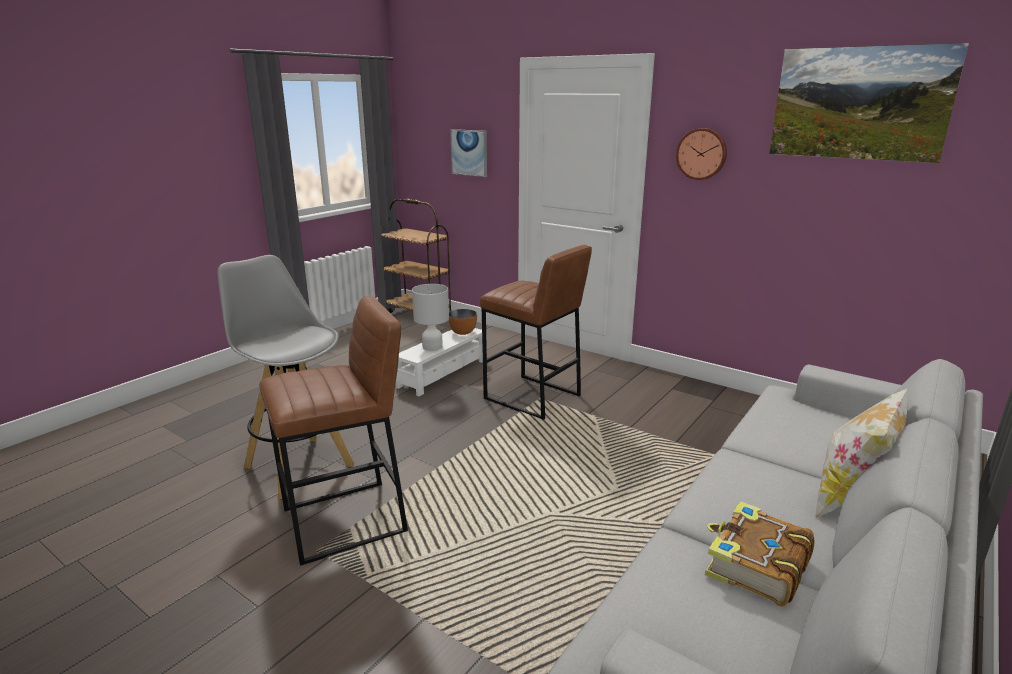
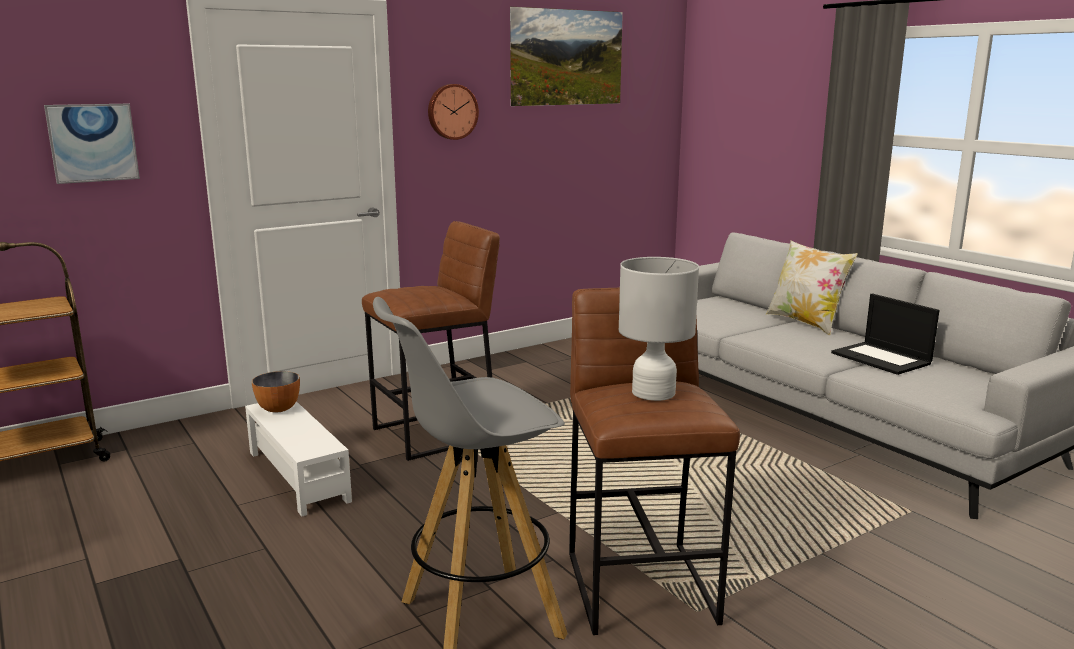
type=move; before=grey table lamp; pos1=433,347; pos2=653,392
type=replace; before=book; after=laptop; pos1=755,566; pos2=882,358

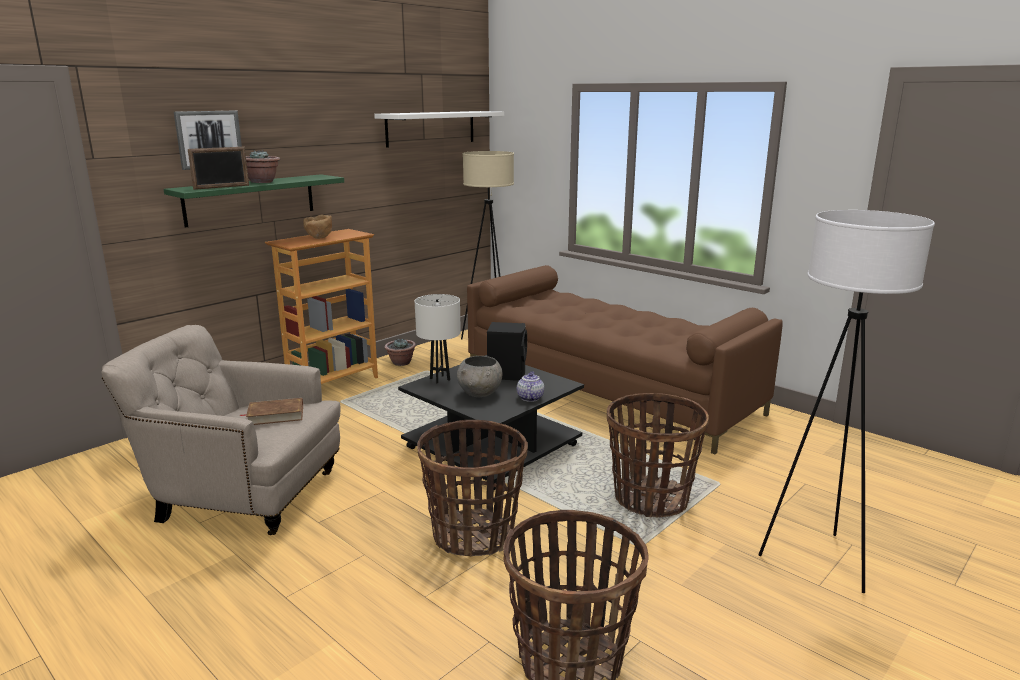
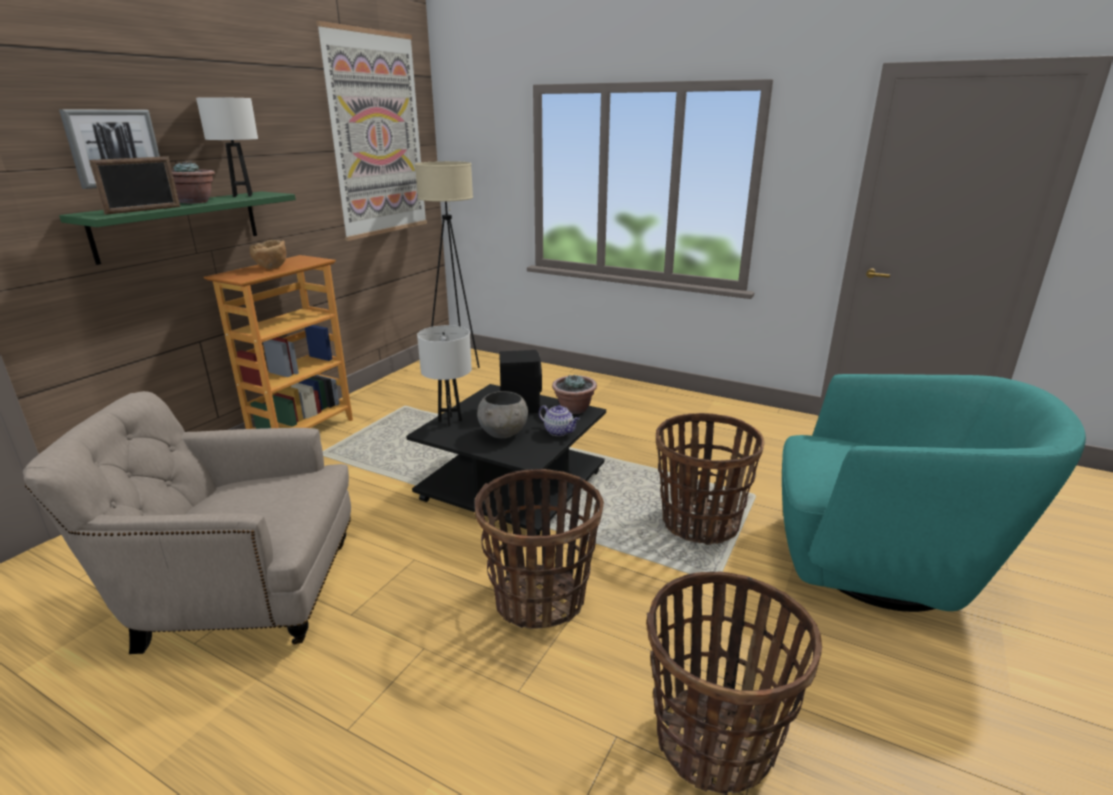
type=delete; before=brown book; pos1=275,415
type=delete; before=brown sofa; pos1=608,389
type=insert; after=white table lamp; pos2=242,195
type=move; before=potted plant; pos1=401,363; pos2=574,409
type=replace; before=white shelf; after=picture; pos1=431,128; pos2=377,136
type=replace; before=white floor lamp; after=turquoise armchair; pos1=816,559; pos2=882,564
type=rotate; before=teapot; pos1=530,397; pos2=559,432; turn=135

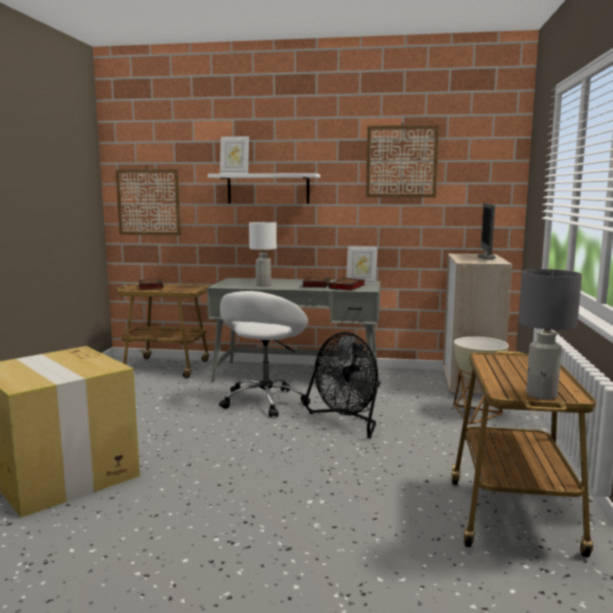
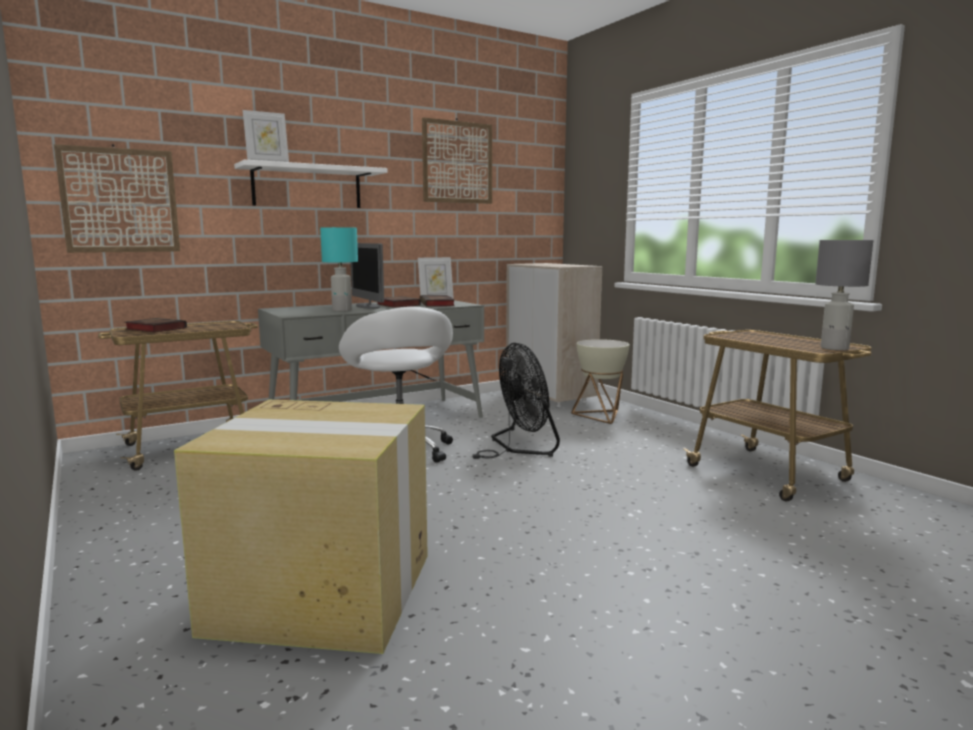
type=move; before=monitor; pos1=486,257; pos2=368,306
type=recolor; before=white table lamp; after=turquoise table lamp; pos1=263,285; pos2=342,310
type=rotate; before=black fan; pos1=348,420; pos2=514,445; turn=-120

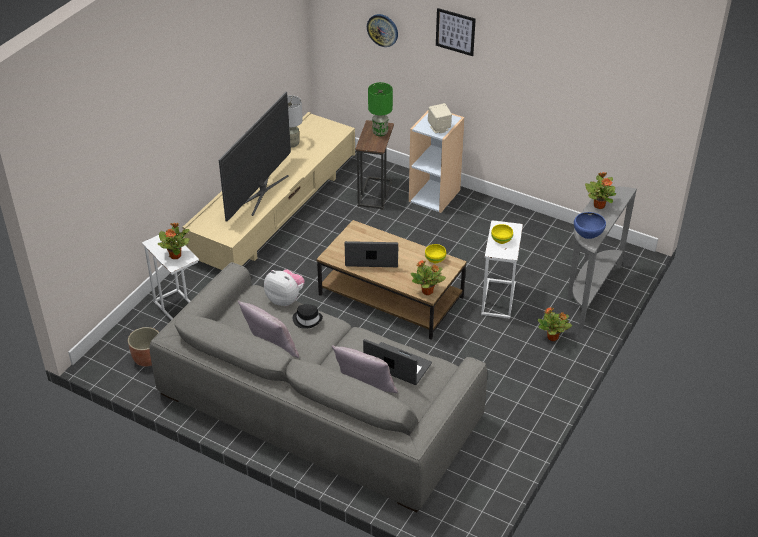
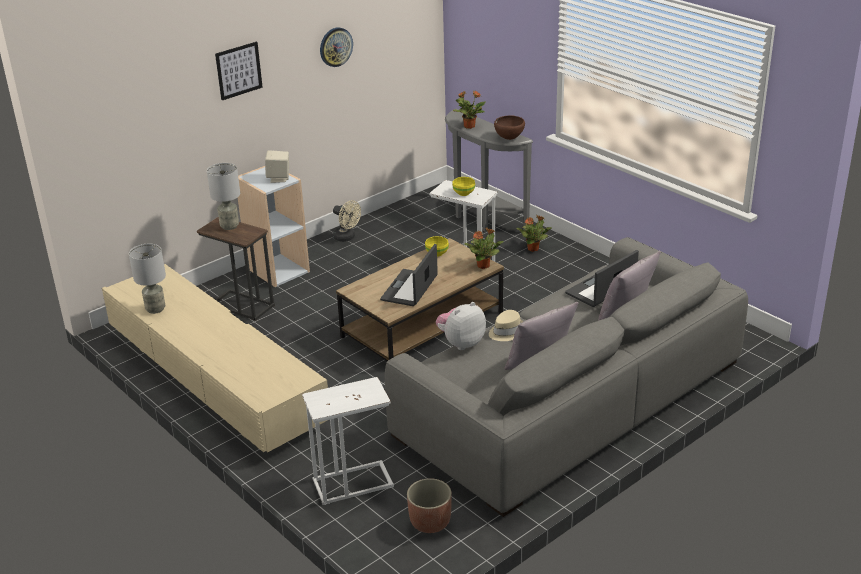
type=delete; before=potted plant; pos1=175,255
type=delete; before=television; pos1=260,192
type=insert; after=beige fan; pos2=347,238
type=move; before=wall clock; pos1=382,30; pos2=335,47
type=recolor; before=black hat; after=beige hat; pos1=307,319; pos2=506,331
type=recolor; before=green table lamp; after=grey table lamp; pos1=380,132; pos2=229,226
type=recolor; before=blue bowl; after=brown bowl; pos1=588,236; pos2=509,138

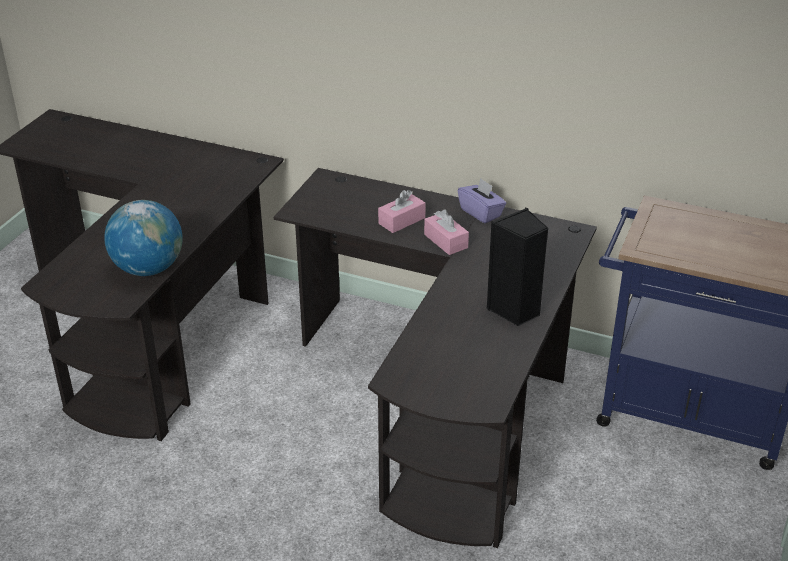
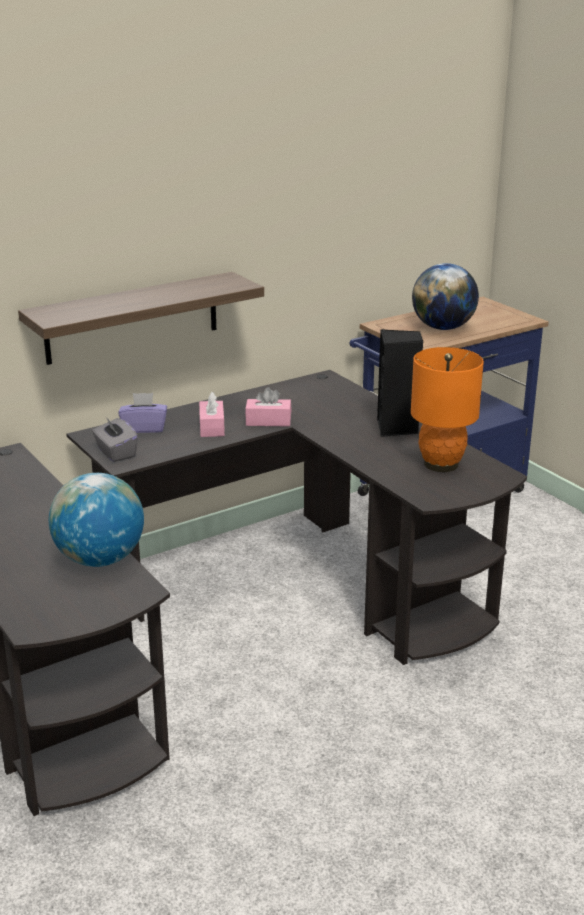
type=insert; after=shelf; pos2=132,318
type=insert; after=grey tissue box; pos2=116,453
type=insert; after=orange table lamp; pos2=441,464
type=insert; after=globe; pos2=443,328
type=move; before=purple tissue box; pos1=481,213; pos2=144,428

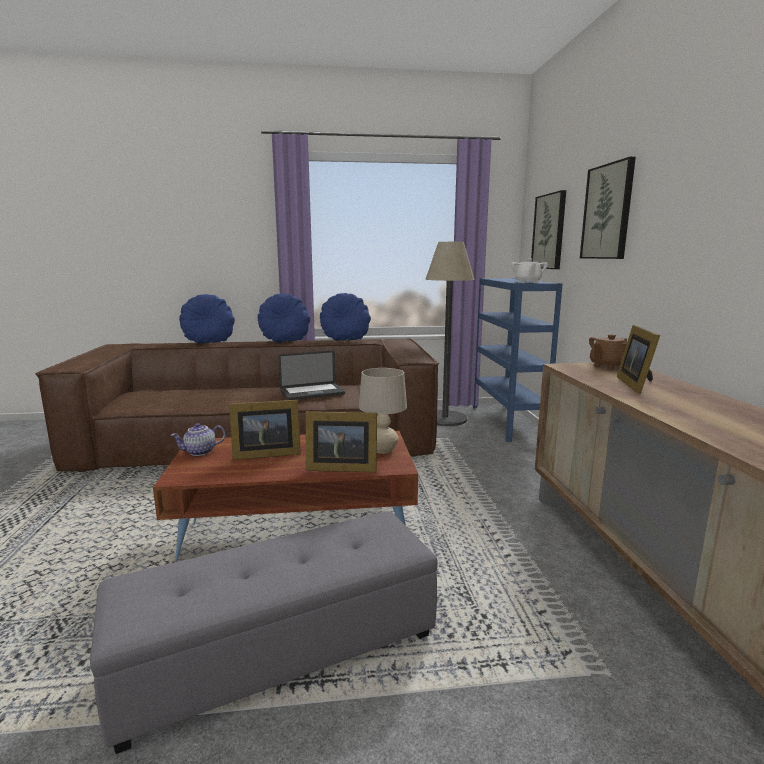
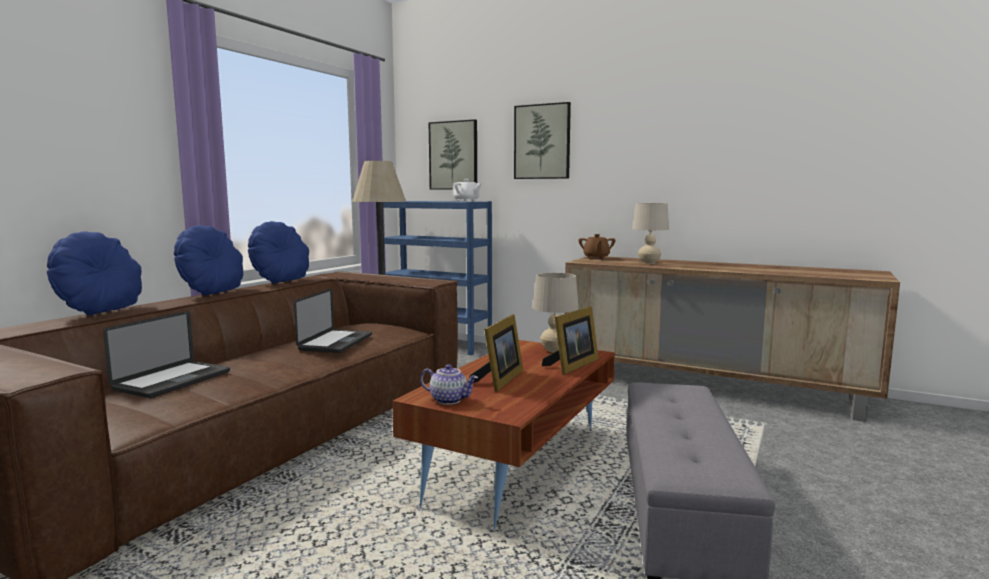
type=insert; after=laptop; pos2=173,381
type=replace; before=picture frame; after=beige table lamp; pos1=636,385; pos2=649,263
type=rotate; before=teapot; pos1=200,452; pos2=449,400; turn=-75

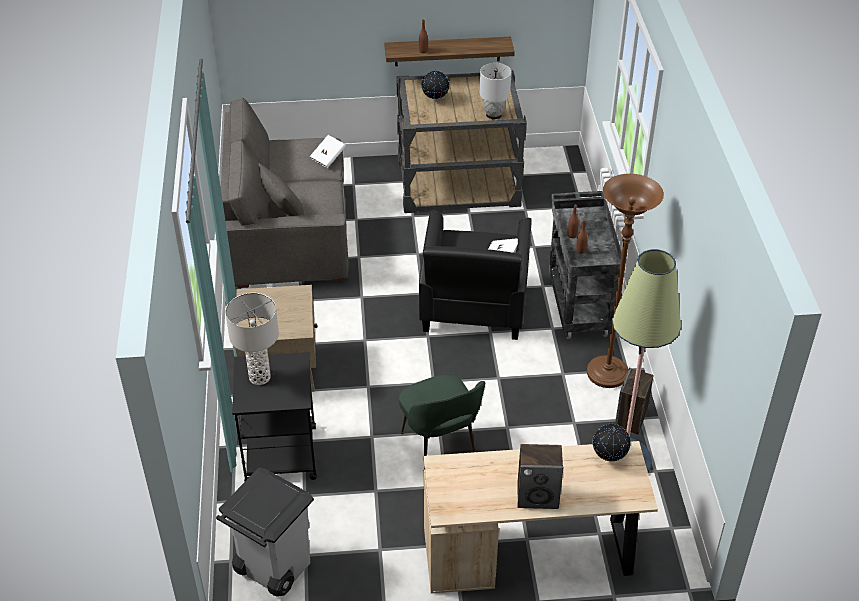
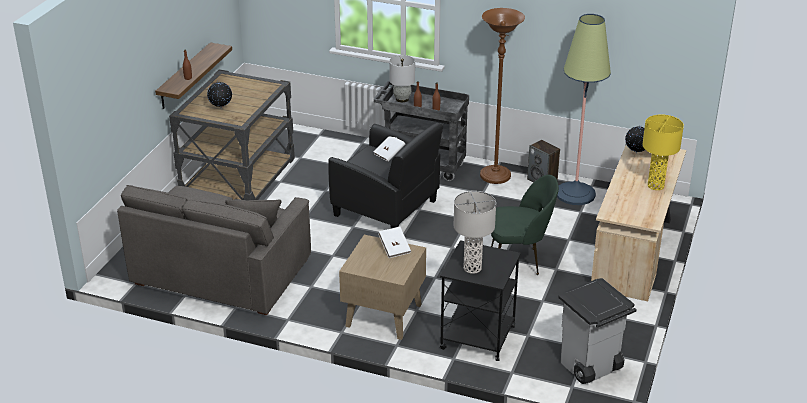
type=move; before=white book; pos1=328,158; pos2=394,248
type=move; before=white table lamp; pos1=494,114; pos2=402,99
type=replace; before=speaker; after=yellow table lamp; pos1=538,496; pos2=655,185

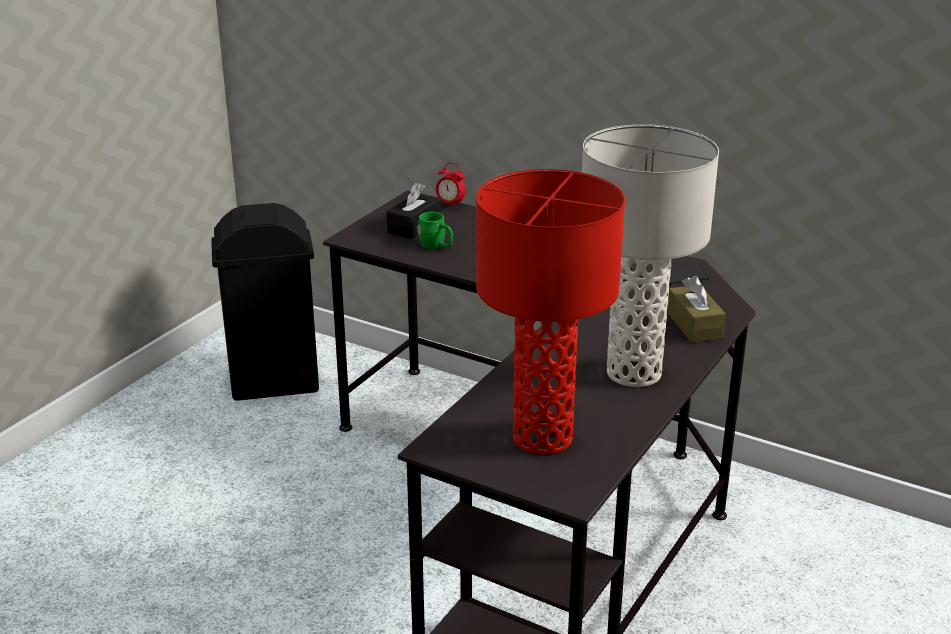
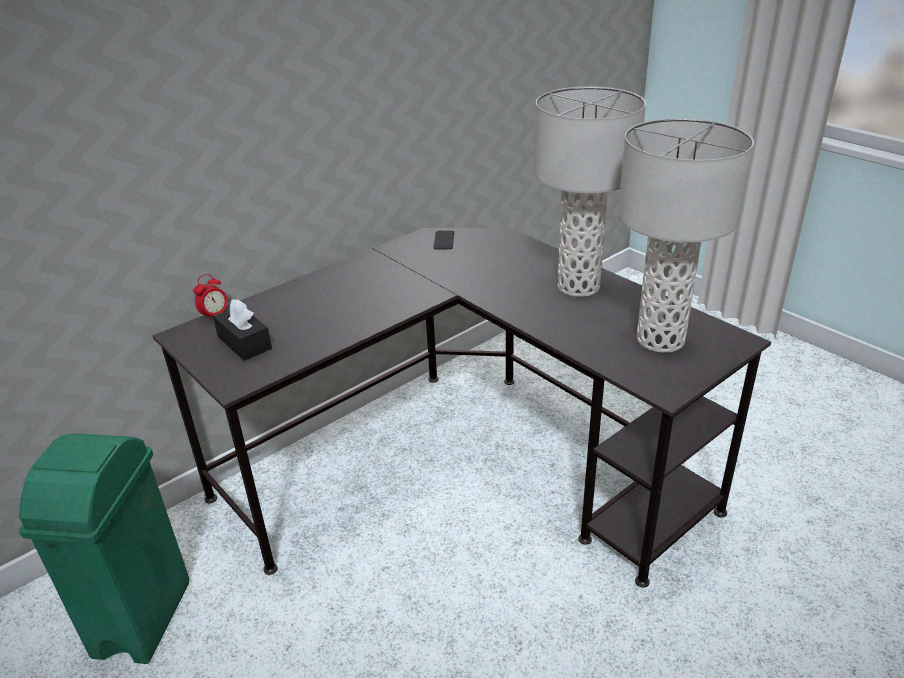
type=delete; before=green mug; pos1=436,246
type=delete; before=brown tissue box; pos1=694,325
type=recolor; before=black trash can; after=green trash can; pos1=273,384; pos2=141,619
type=recolor; before=red table lamp; after=white table lamp; pos1=543,438; pos2=661,339

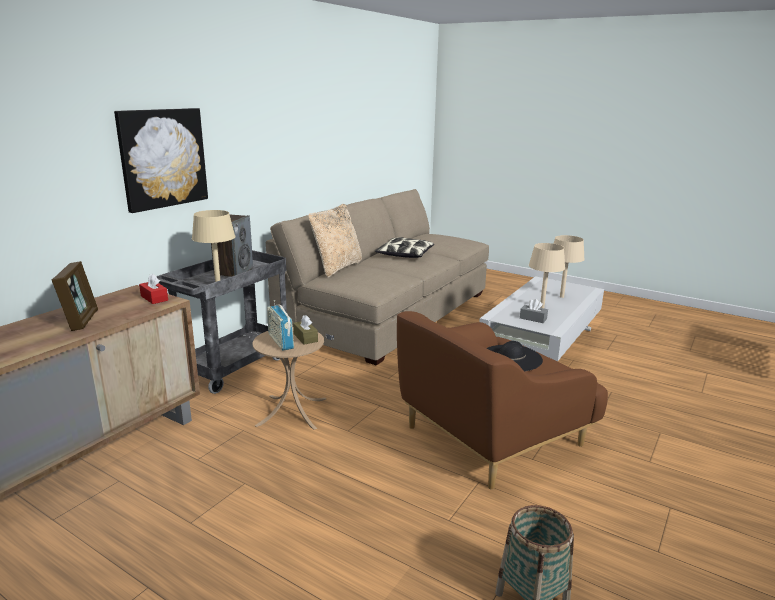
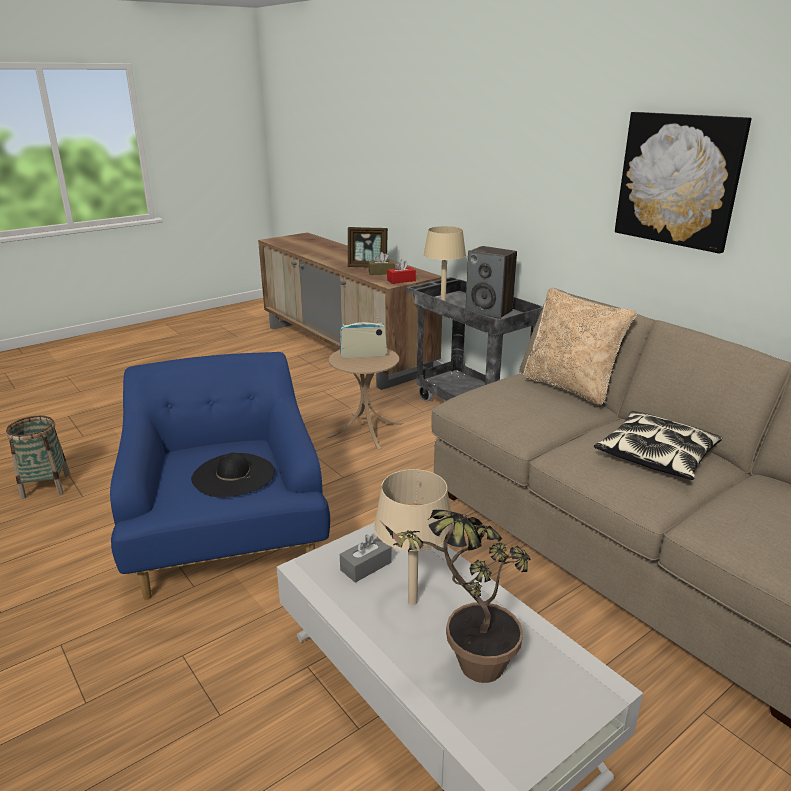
type=move; before=picture; pos1=163,158; pos2=678,180
type=move; before=brown tissue box; pos1=305,338; pos2=381,272
type=replace; before=beige table lamp; after=potted plant; pos1=561,297; pos2=464,666
type=recolor; before=brown armchair; after=blue armchair; pos1=492,435; pos2=227,534

